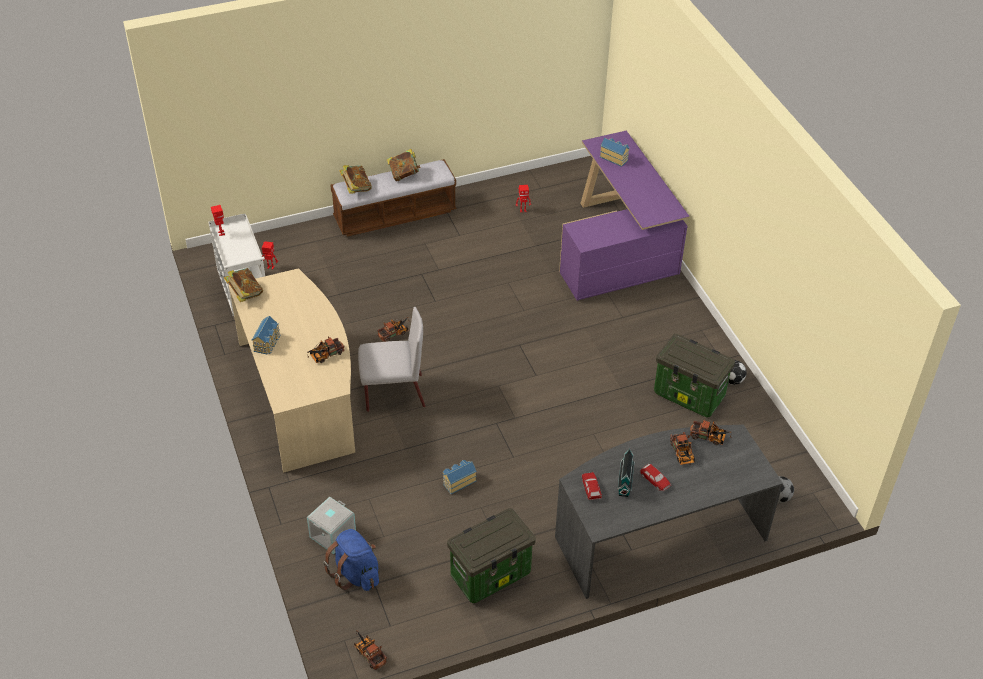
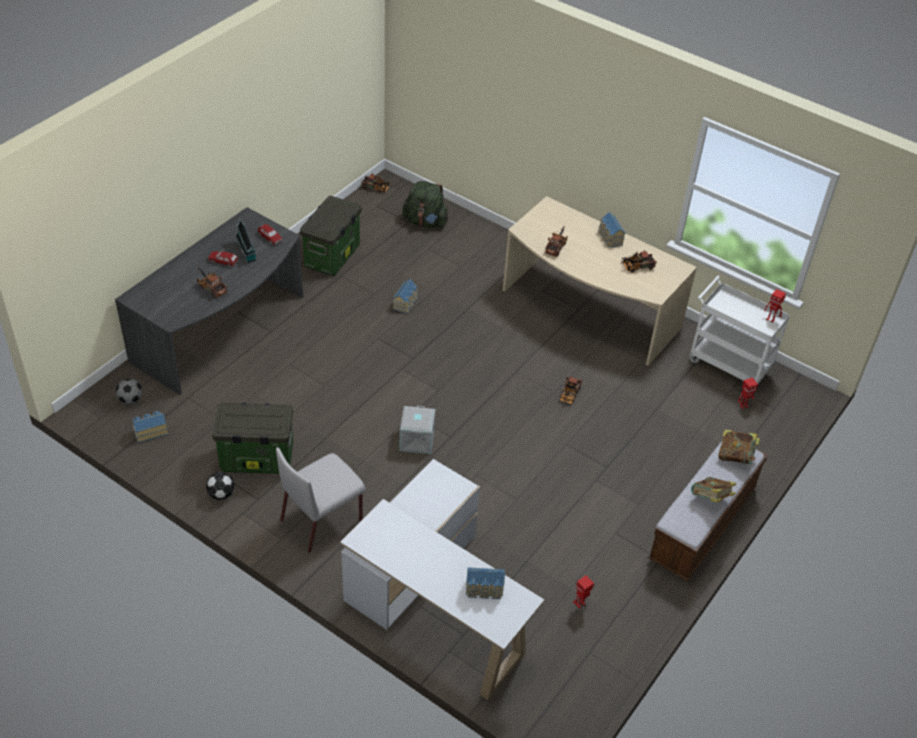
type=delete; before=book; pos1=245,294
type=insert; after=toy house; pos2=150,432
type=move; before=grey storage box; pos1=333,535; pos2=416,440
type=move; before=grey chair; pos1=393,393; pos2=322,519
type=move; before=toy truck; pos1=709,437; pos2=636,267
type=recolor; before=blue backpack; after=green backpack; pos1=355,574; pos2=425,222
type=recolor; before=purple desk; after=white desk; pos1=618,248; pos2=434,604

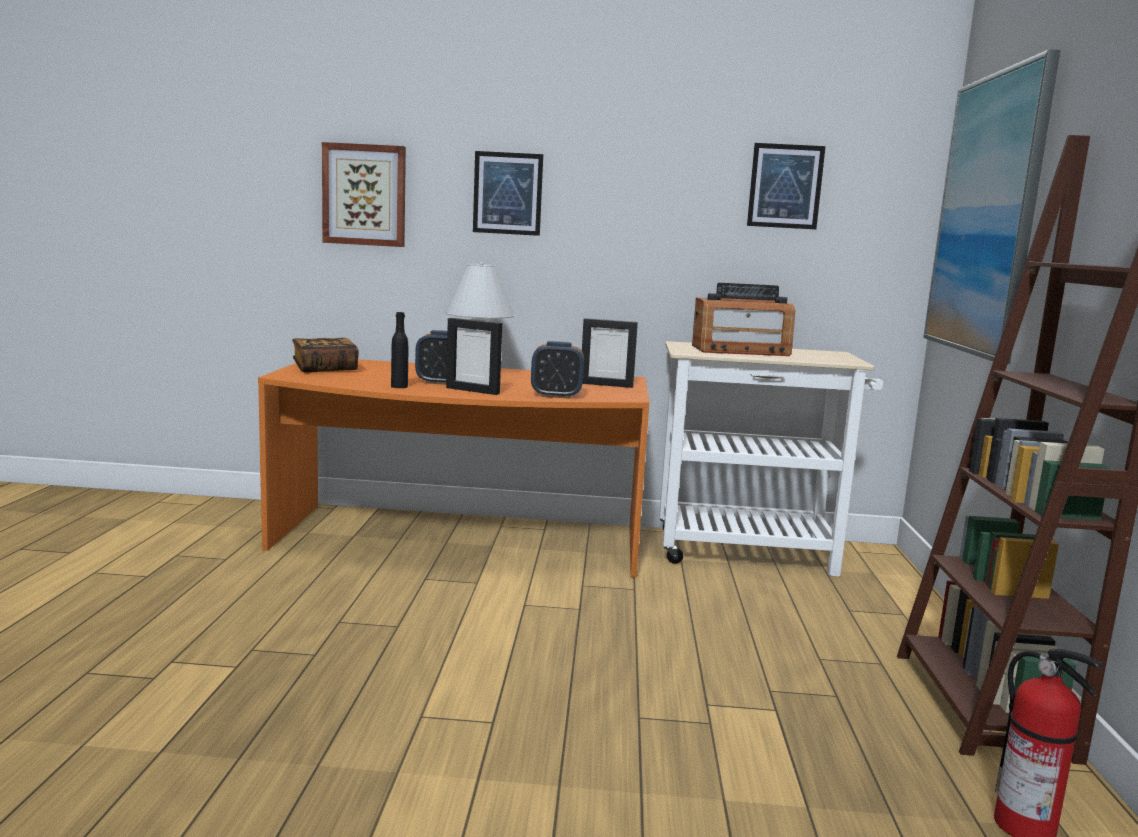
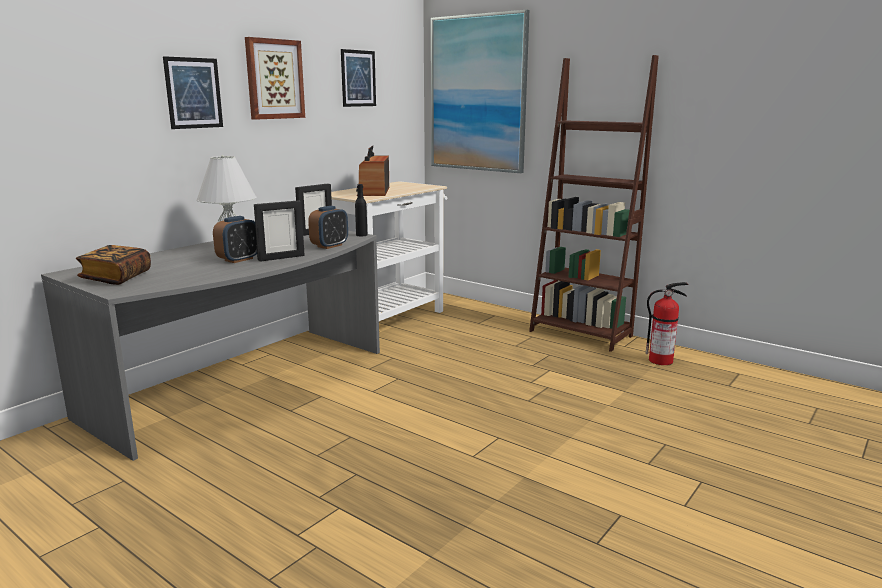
type=move; before=picture; pos1=364,195; pos2=274,79
type=move; before=black bottle; pos1=399,386; pos2=361,235
type=recolor; before=orange desk; after=grey desk; pos1=458,542; pos2=247,384
type=rotate; before=radio; pos1=740,351; pos2=374,191; turn=150

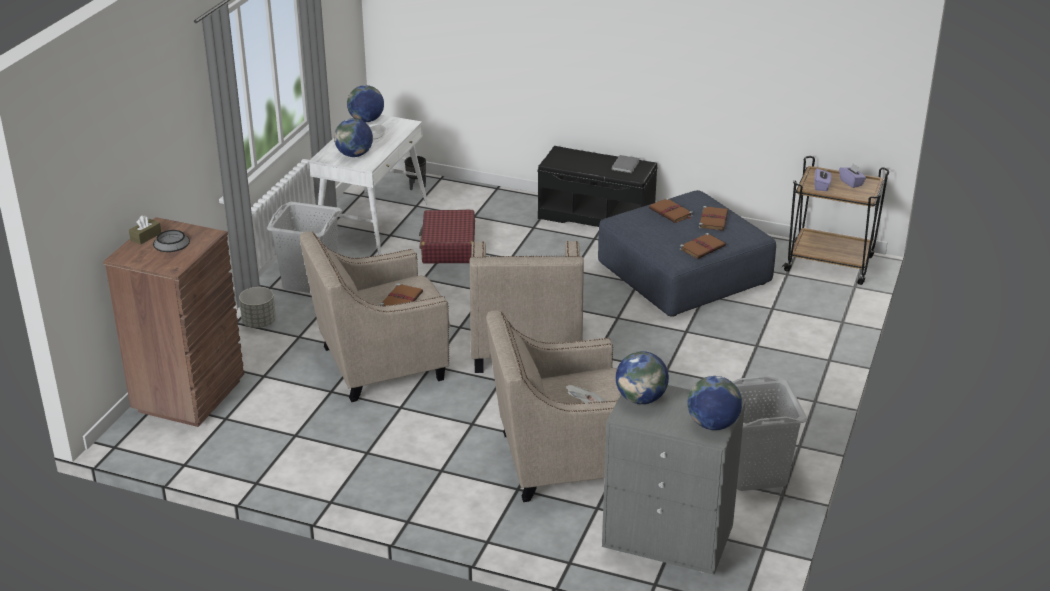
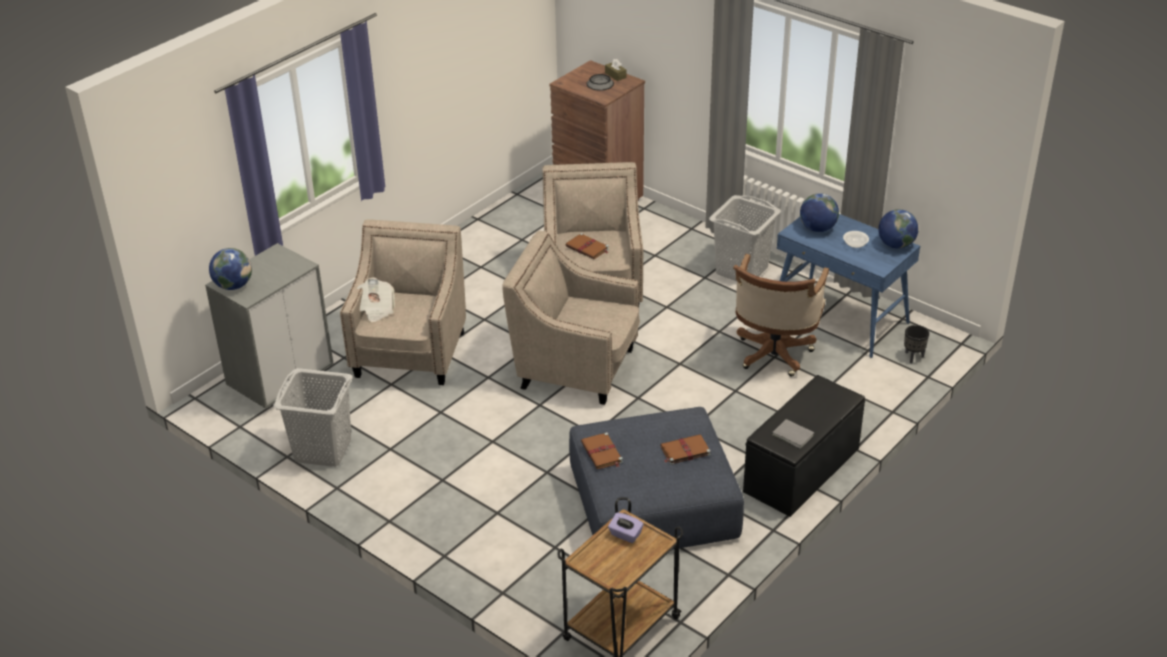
type=delete; before=grey planter; pos1=259,322
type=delete; before=globe; pos1=641,399
type=delete; before=brown book; pos1=713,219
type=delete; before=purple tissue box; pos1=851,183
type=replace; before=red suitcase; after=office chair; pos1=448,247; pos2=773,356
type=recolor; before=white desk; after=blue desk; pos1=372,223; pos2=840,318

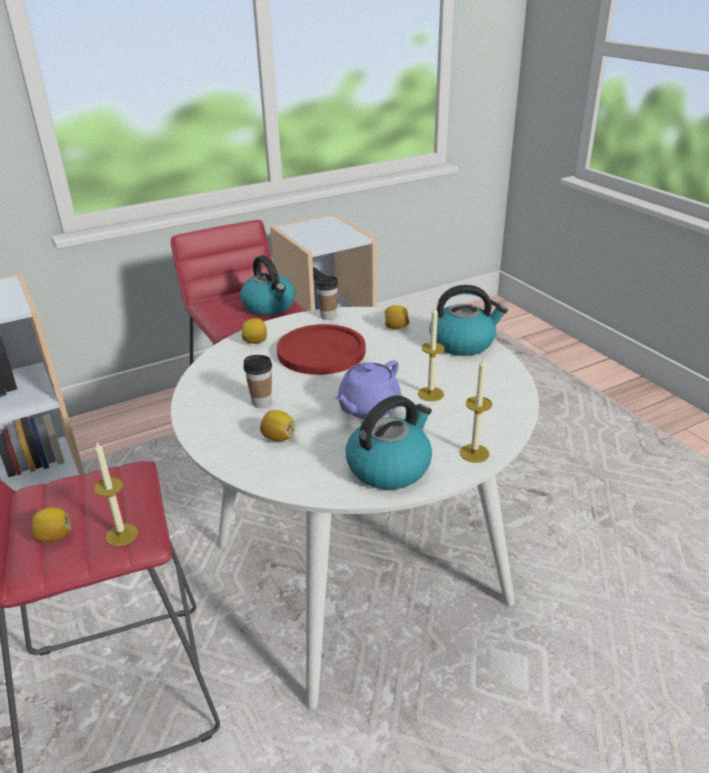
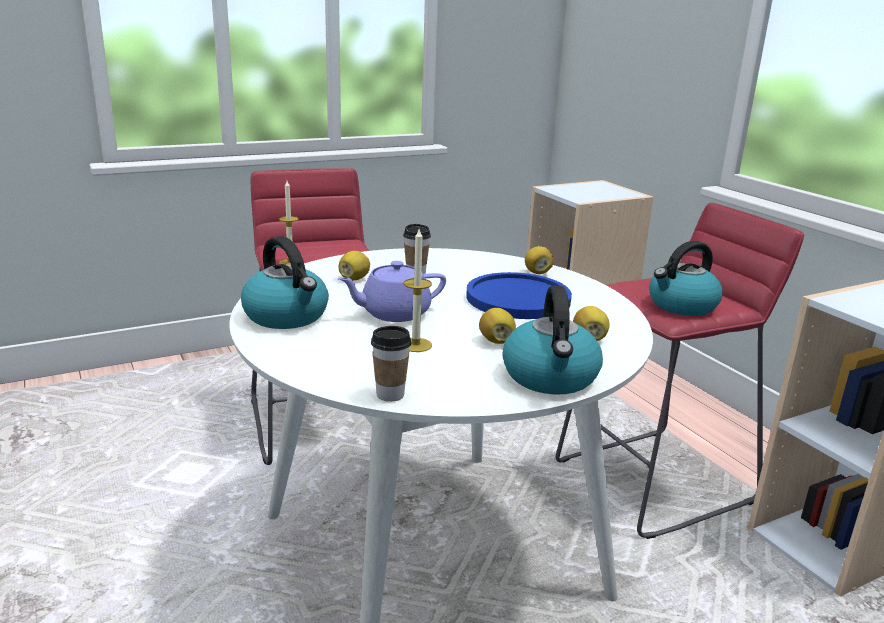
type=delete; before=candle; pos1=474,453
type=move; before=lemon; pos1=54,536; pos2=496,341
type=move; before=cup; pos1=328,316; pos2=390,395
type=recolor; before=red plate; after=blue plate; pos1=321,351; pos2=518,298
type=rotate; before=purple teapot; pos1=368,408; pos2=393,313; turn=-60

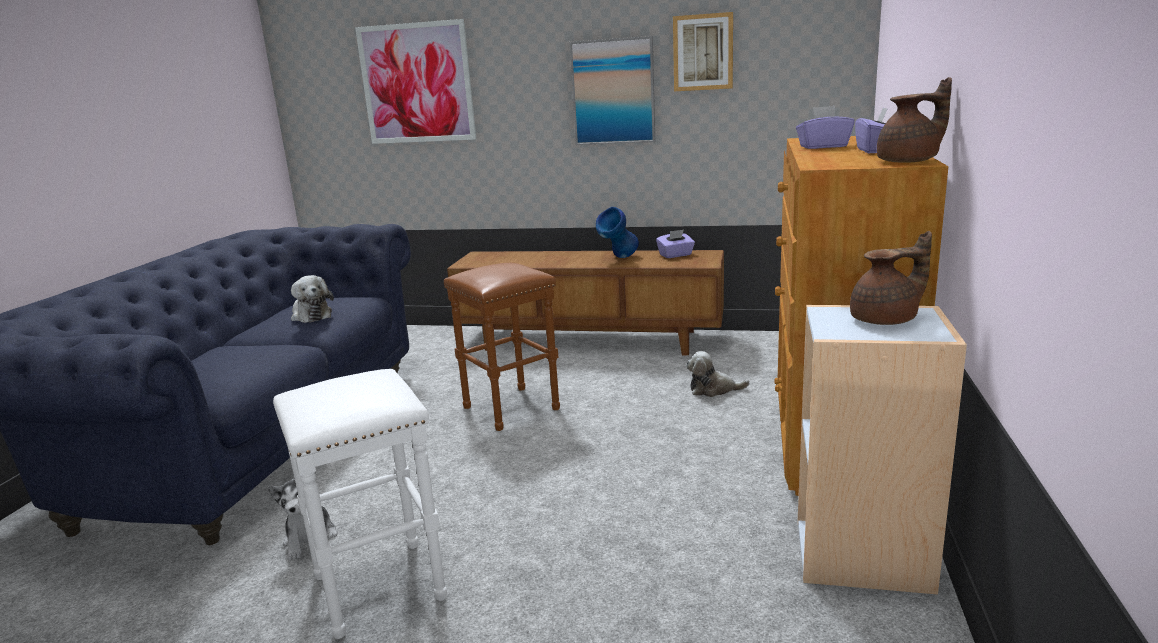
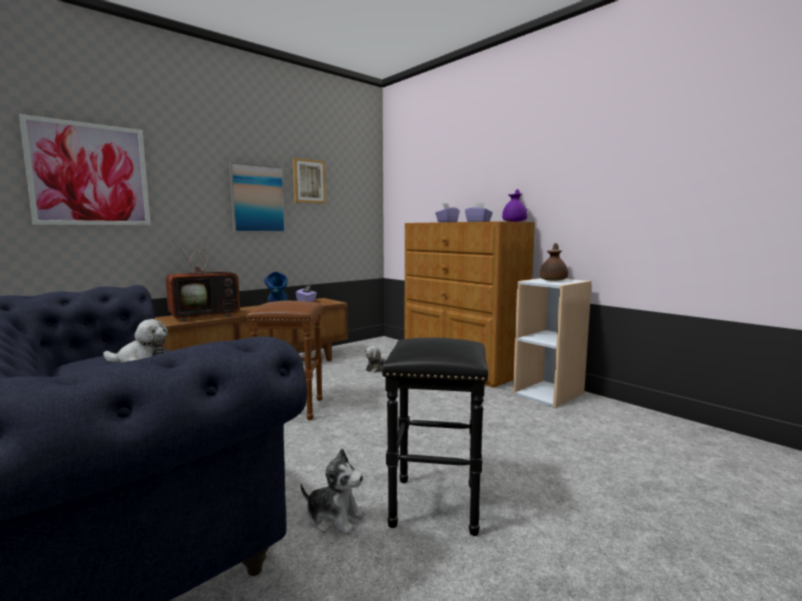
type=insert; after=television; pos2=206,316
type=recolor; before=white stool; after=black stool; pos1=376,586; pos2=433,505
type=recolor; before=brown teapot; after=purple teapot; pos1=910,161; pos2=515,221

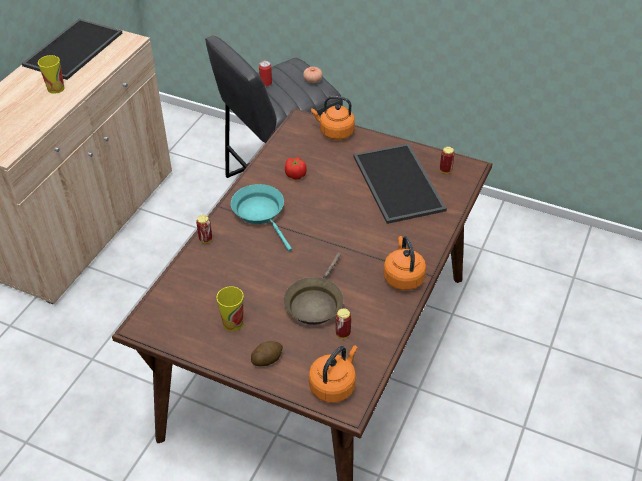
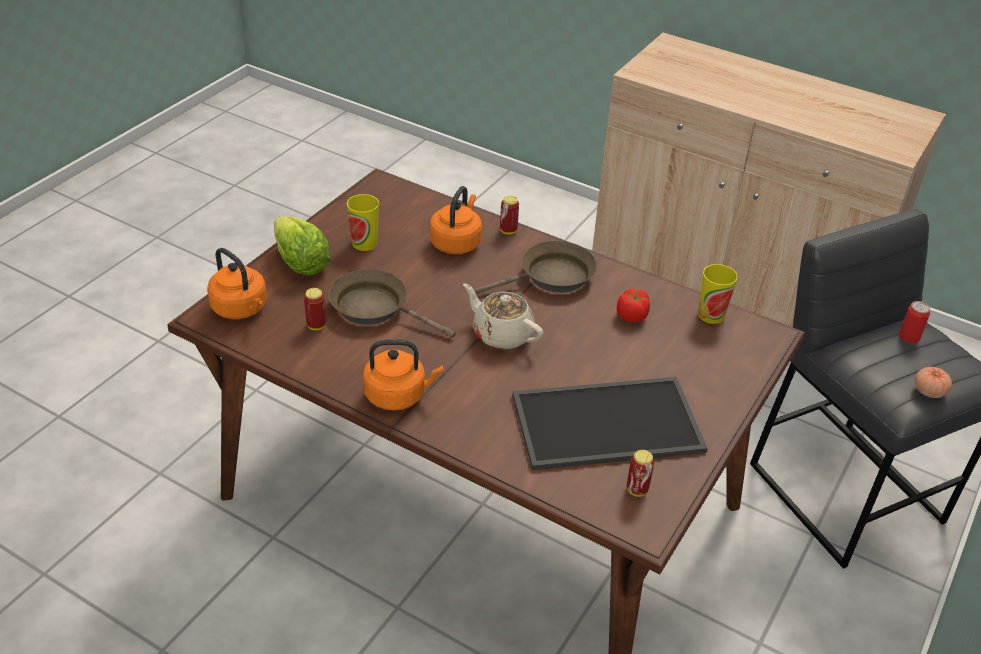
type=delete; before=tray; pos1=73,48
type=insert; after=beige teapot; pos2=501,334
type=move; before=cup; pos1=56,88; pos2=711,315
type=move; before=orange kettle; pos1=334,132; pos2=456,242
type=replace; before=potato; after=lettuce; pos1=267,359; pos2=301,263
type=recolor; before=turquoise frying pan; after=brown frying pan; pos1=261,213; pos2=551,277

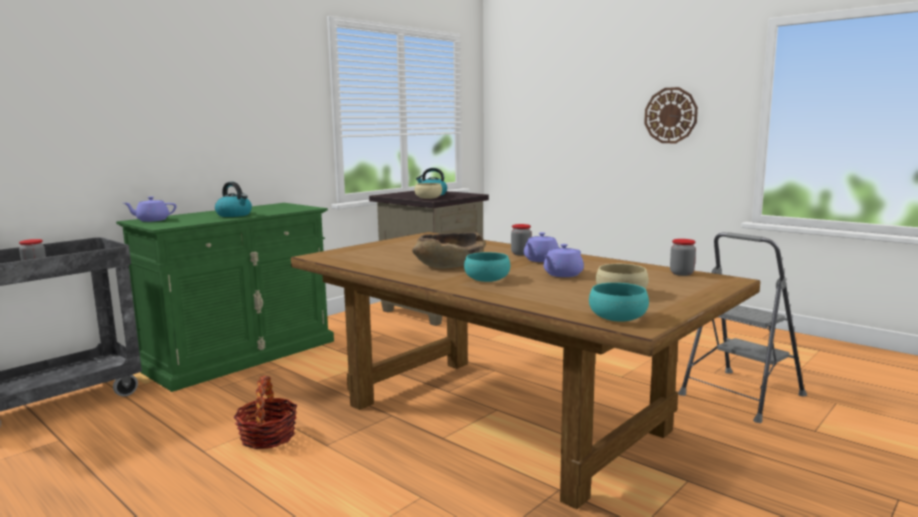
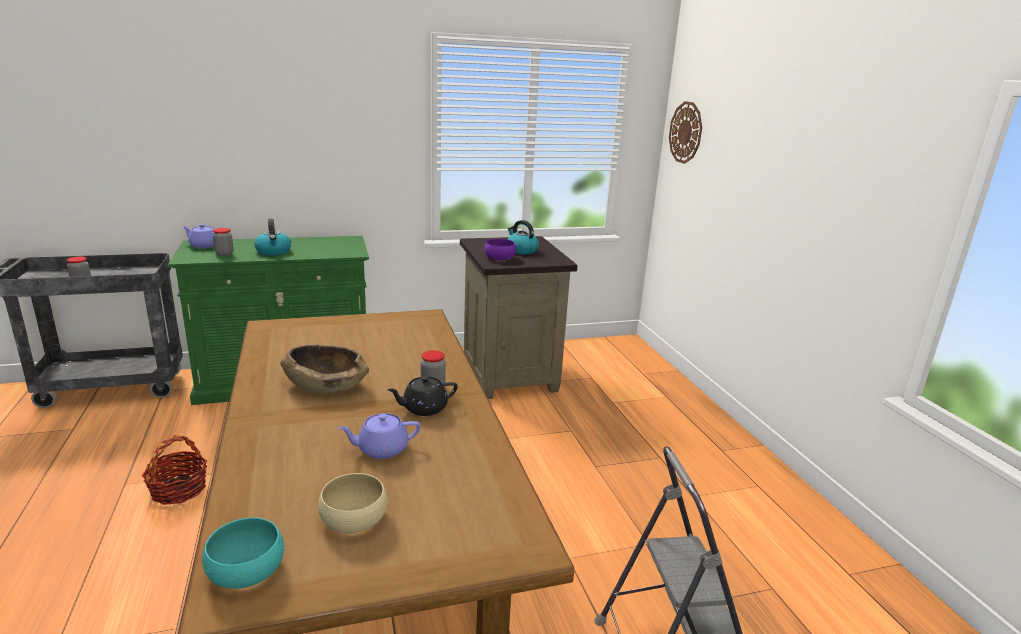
type=delete; before=turquoise bowl; pos1=487,279
type=move; before=wall clock; pos1=670,115; pos2=685,132
type=move; before=jar; pos1=681,273; pos2=224,254
type=recolor; before=beige bowl; after=purple bowl; pos1=428,198; pos2=499,258
type=recolor; before=purple teapot; after=black teapot; pos1=540,260; pos2=423,408

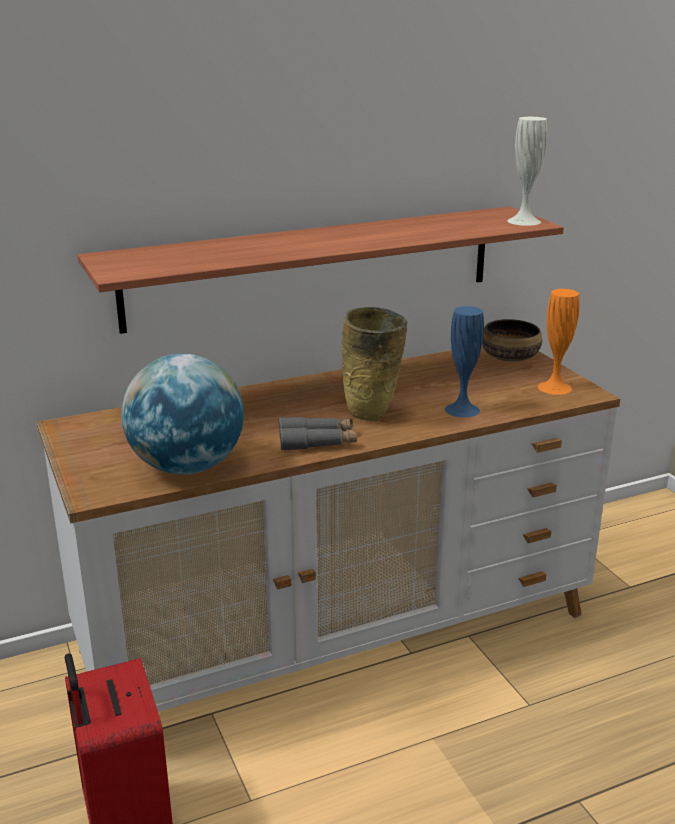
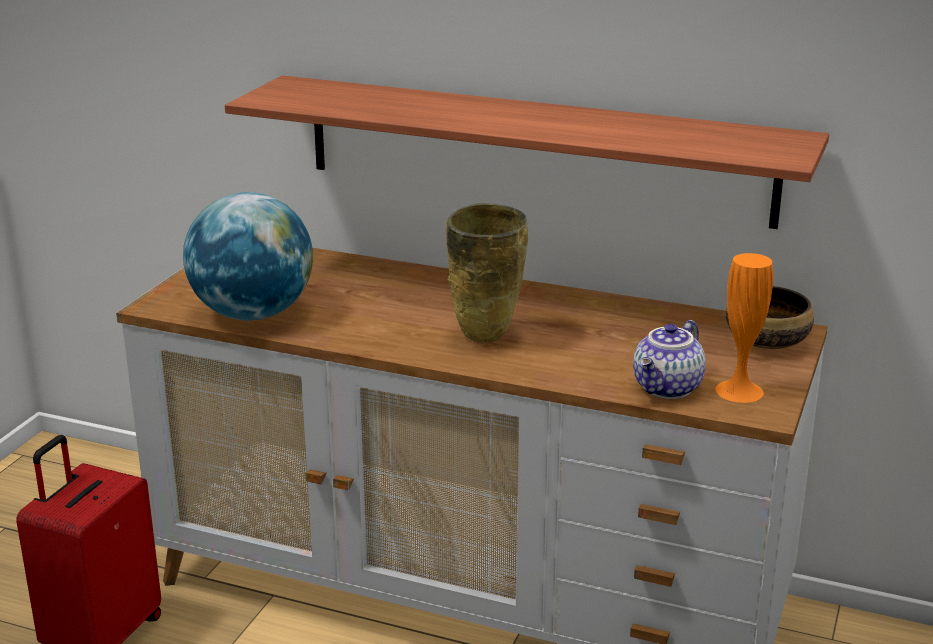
type=delete; before=grey binoculars; pos1=317,442
type=delete; before=blue vase; pos1=462,410
type=delete; before=white vase; pos1=524,221
type=insert; after=teapot; pos2=668,389

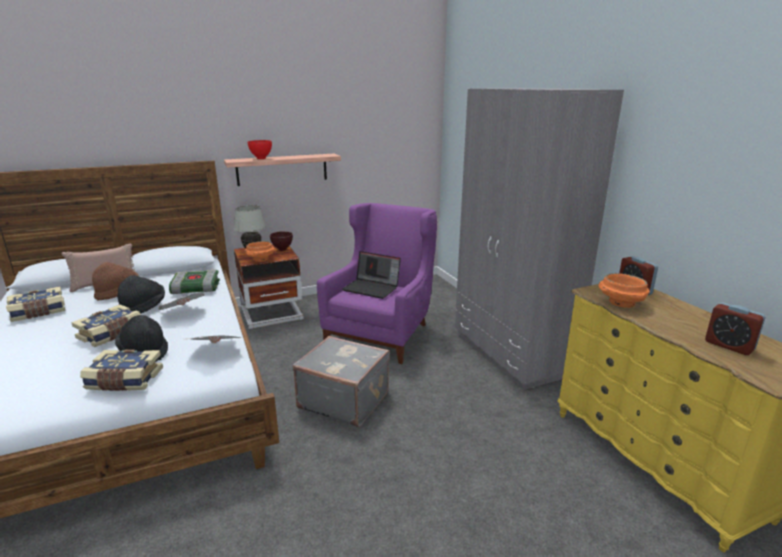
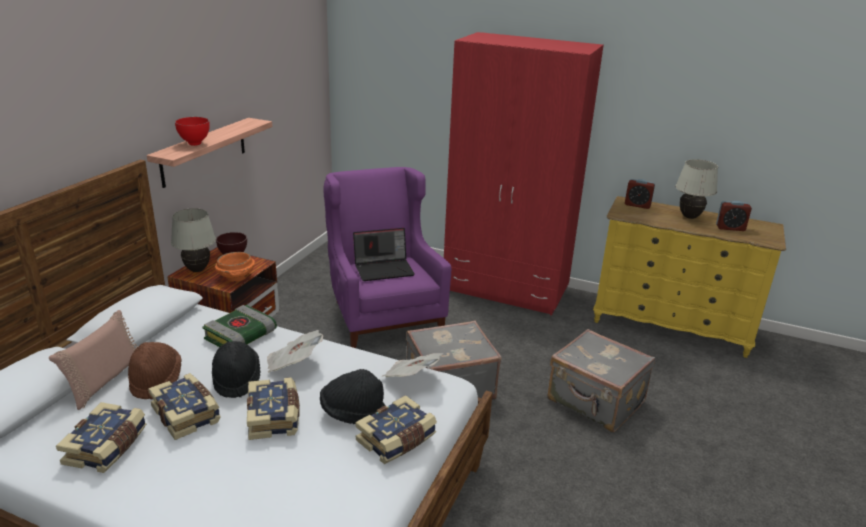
type=delete; before=orange bowl; pos1=620,303
type=insert; after=book; pos2=187,414
type=insert; after=grey suitcase; pos2=595,402
type=insert; after=white table lamp; pos2=689,217
type=recolor; before=grey wardrobe; after=red wardrobe; pos1=510,354; pos2=505,290

